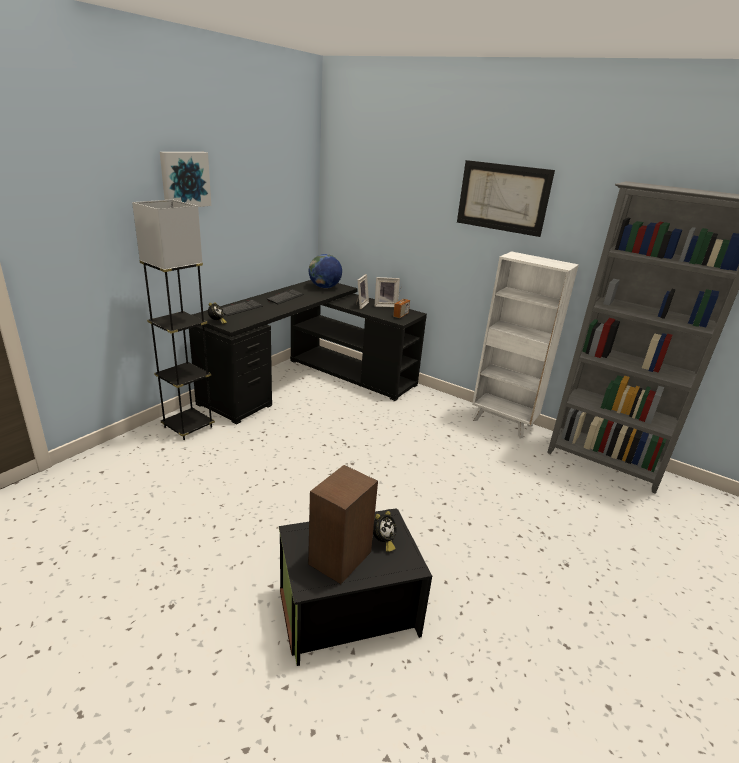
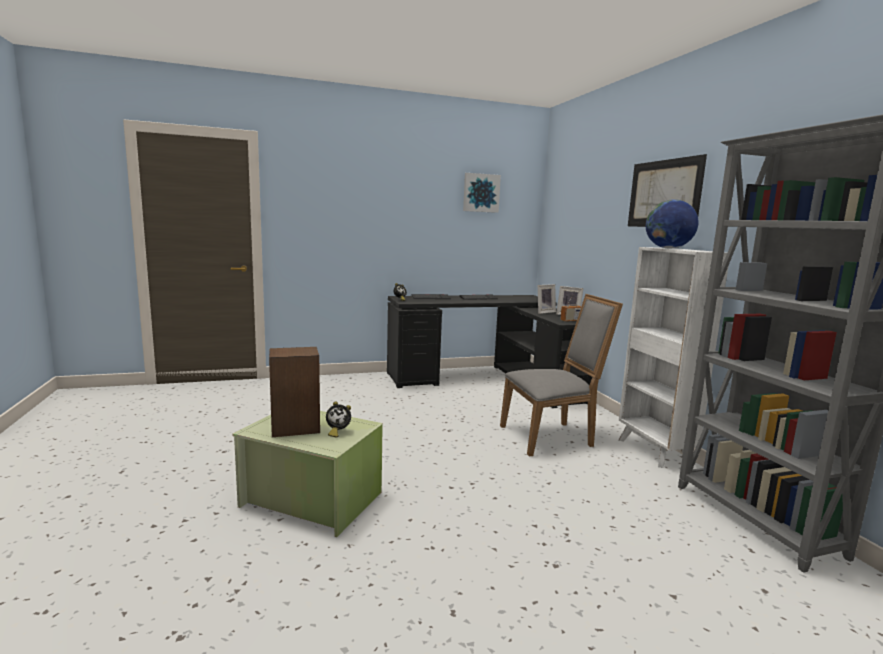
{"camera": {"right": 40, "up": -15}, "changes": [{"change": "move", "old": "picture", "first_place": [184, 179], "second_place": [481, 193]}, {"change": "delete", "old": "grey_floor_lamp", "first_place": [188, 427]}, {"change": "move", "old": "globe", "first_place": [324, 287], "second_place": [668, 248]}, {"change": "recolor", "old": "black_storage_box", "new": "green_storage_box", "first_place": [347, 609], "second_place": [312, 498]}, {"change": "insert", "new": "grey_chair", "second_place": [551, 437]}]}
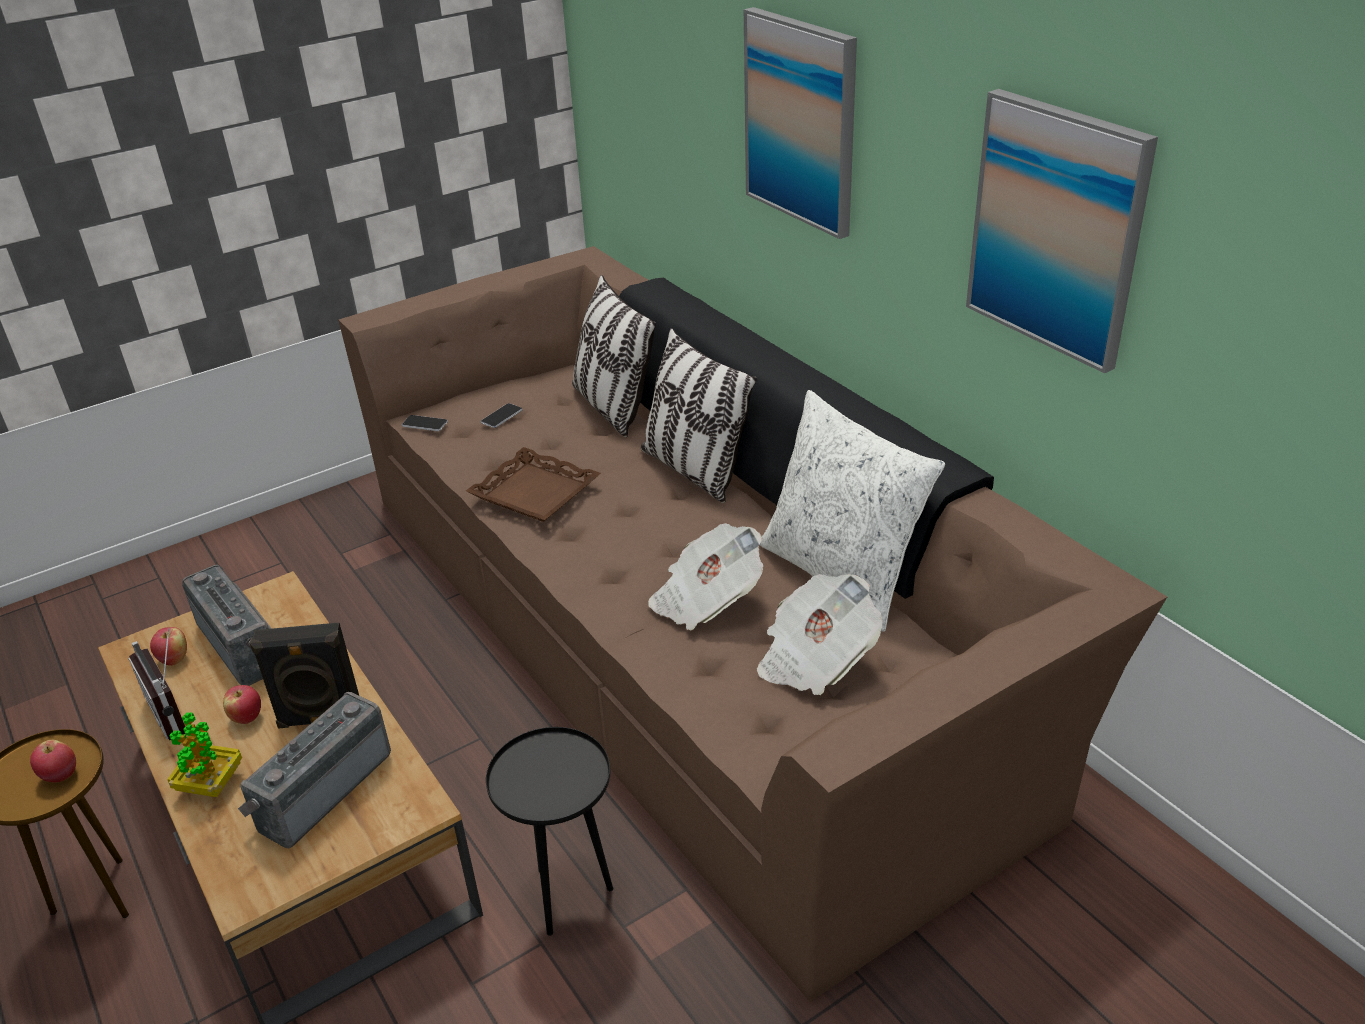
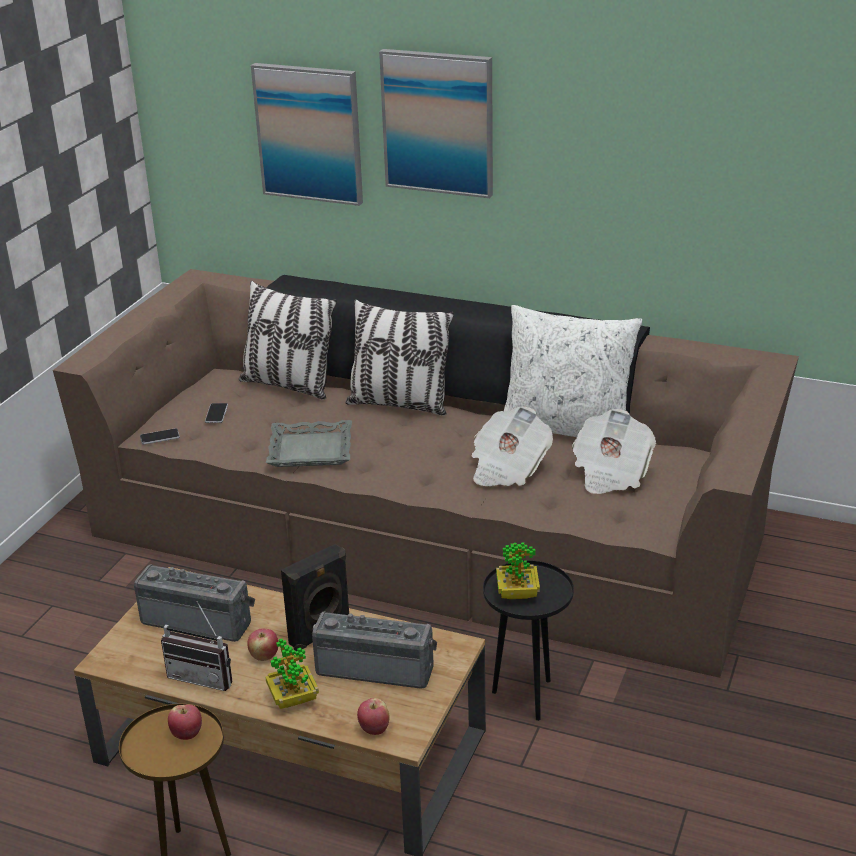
{"camera": {"right": -35, "up": -5}, "changes": [{"change": "move", "old": "picture", "first_place": [1057, 229], "second_place": [309, 133]}, {"change": "recolor", "old": "brown_tray", "new": "grey_tray", "first_place": [534, 493], "second_place": [310, 451]}, {"change": "move", "old": "apple", "first_place": [174, 659], "second_place": [374, 729]}, {"change": "rotate", "old": "radio", "first_place": [321, 789], "second_place": [376, 667], "degrees": 105}, {"change": "insert", "new": "potted_plant", "second_place": [517, 593]}]}
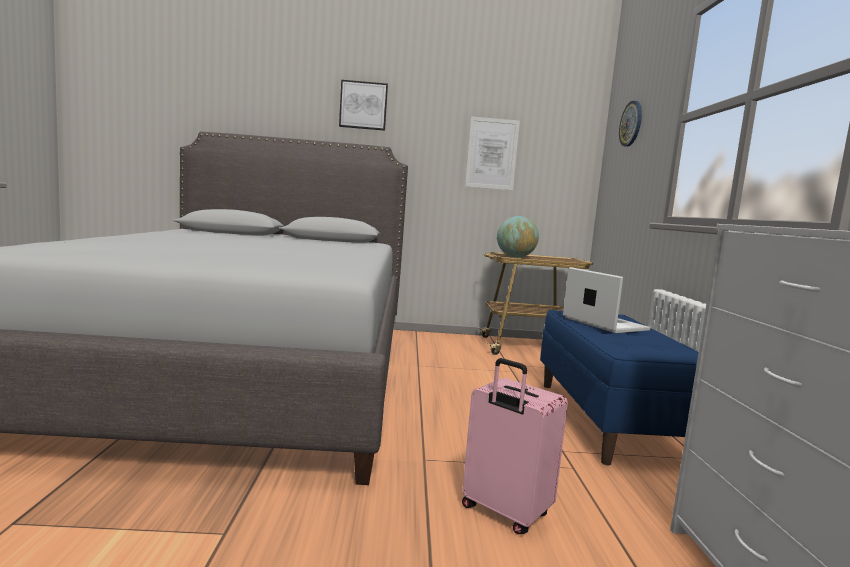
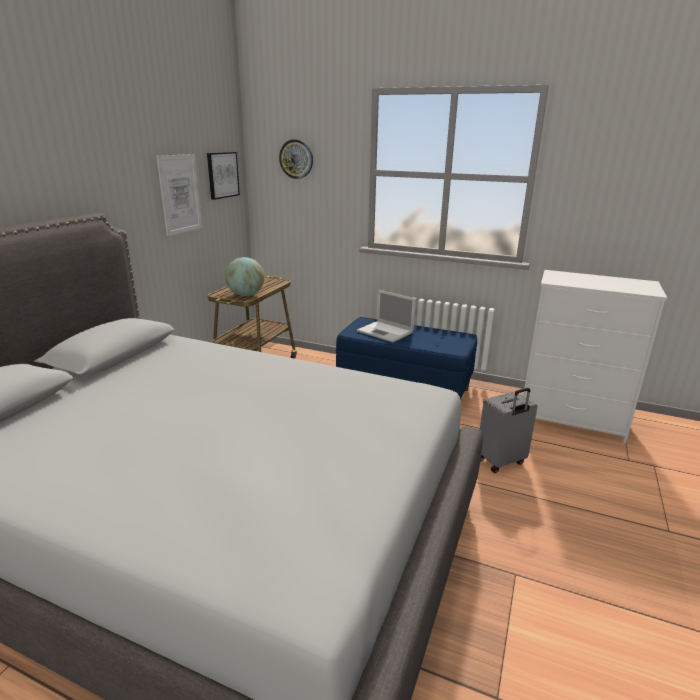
{"camera": {"right": -65, "up": 15}, "changes": [{"change": "move", "old": "picture", "first_place": [363, 105], "second_place": [222, 175]}, {"change": "rotate", "old": "laptop", "first_place": [603, 323], "second_place": [386, 332], "degrees": -135}, {"change": "recolor", "old": "pink_suitcase", "new": "grey_suitcase", "first_place": [504, 513], "second_place": [501, 462]}]}
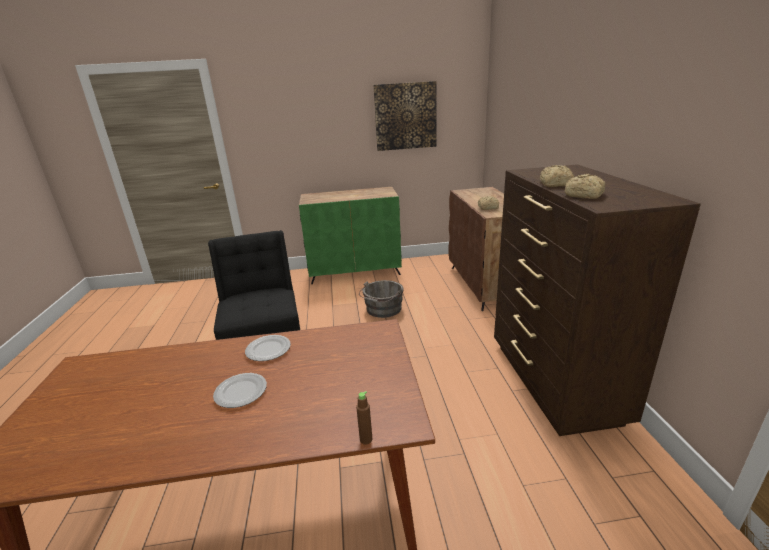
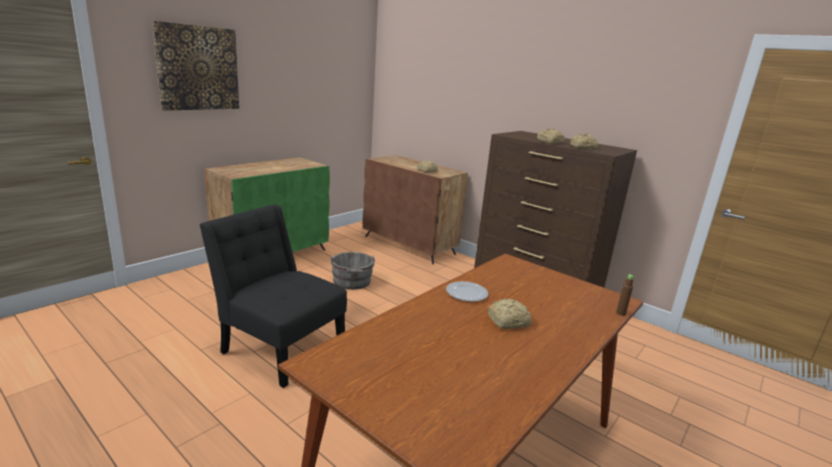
{"camera": {"right": -45, "up": -5}, "changes": [{"change": "move", "old": "picture", "first_place": [405, 116], "second_place": [198, 68]}, {"change": "replace", "old": "plate", "new": "bread", "first_place": [241, 392], "second_place": [509, 321]}]}
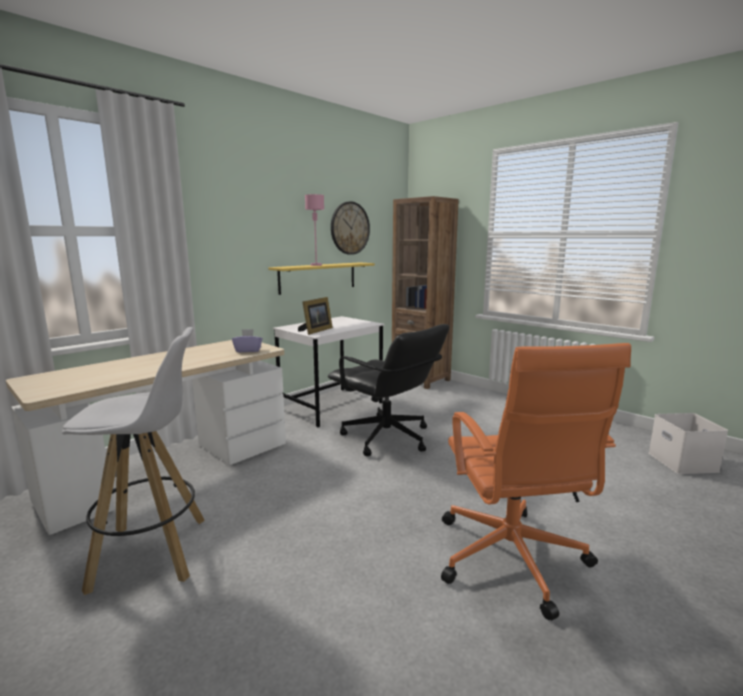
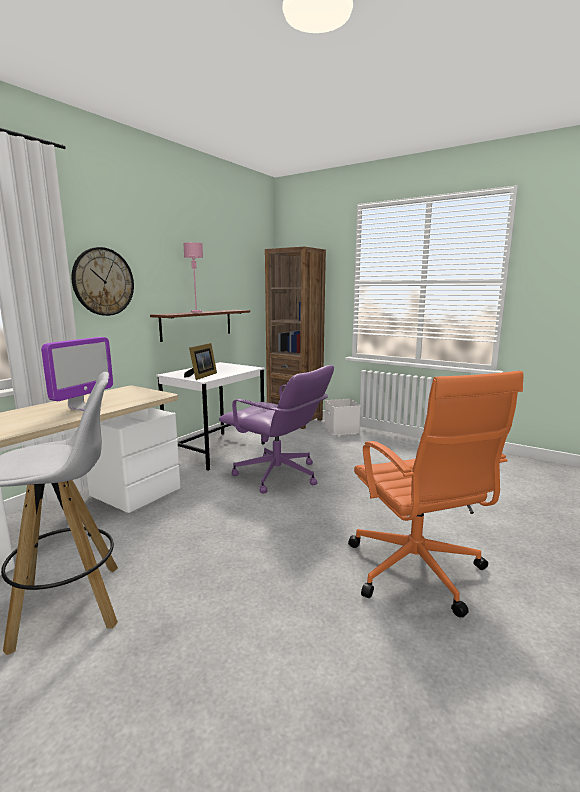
{"camera": {"right": -10, "up": 0}, "changes": [{"change": "move", "old": "wall_clock", "first_place": [350, 228], "second_place": [103, 282]}, {"change": "recolor", "old": "yellow_shelf", "new": "brown_shelf", "first_place": [318, 277], "second_place": [197, 324]}, {"change": "recolor", "old": "black_office_chair", "new": "purple_office_chair", "first_place": [387, 438], "second_place": [278, 476]}, {"change": "delete", "old": "purple_tissue_box", "first_place": [248, 350]}, {"change": "move", "old": "white_storage_box", "first_place": [684, 462], "second_place": [342, 429]}, {"change": "insert", "new": "monitor", "second_place": [83, 408]}]}
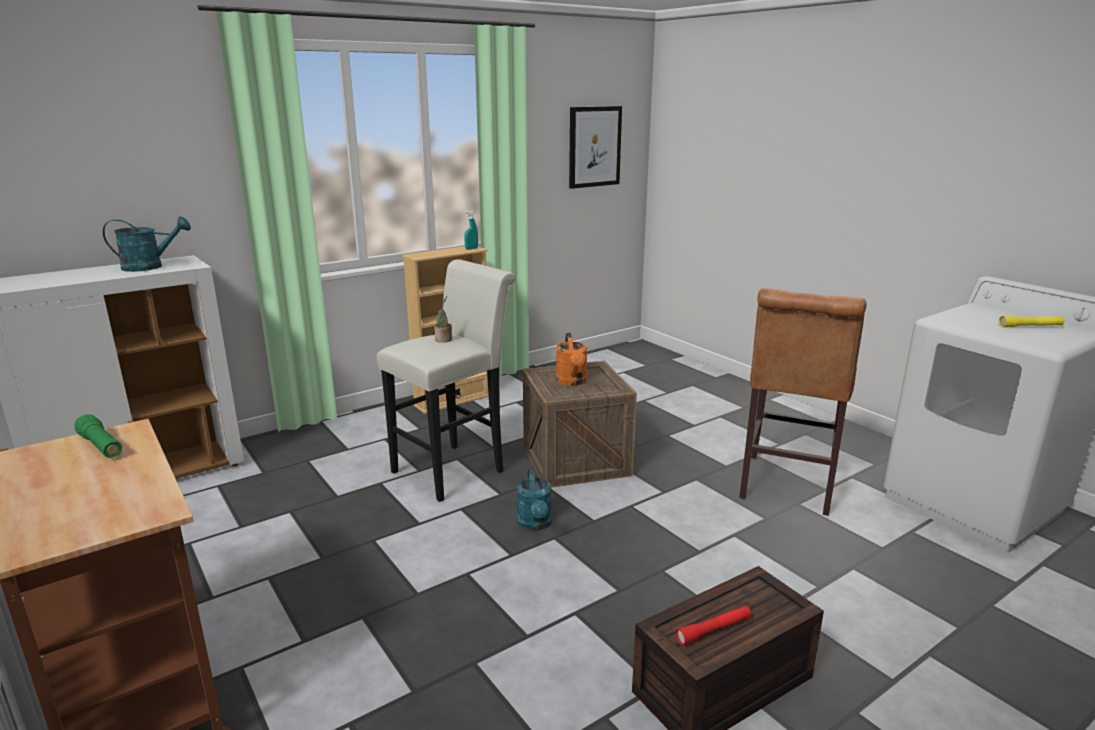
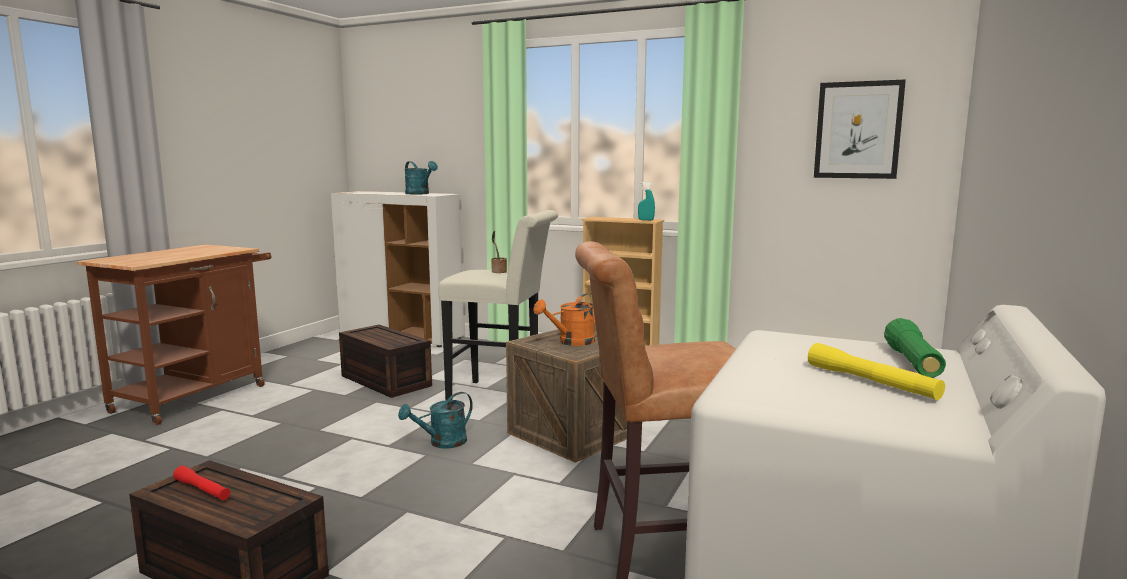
{"camera": {"right": 60, "up": -10}, "changes": [{"change": "move", "old": "green_flashlight", "first_place": [101, 446], "second_place": [912, 363]}, {"change": "insert", "new": "brown_storage_box", "second_place": [383, 381]}]}
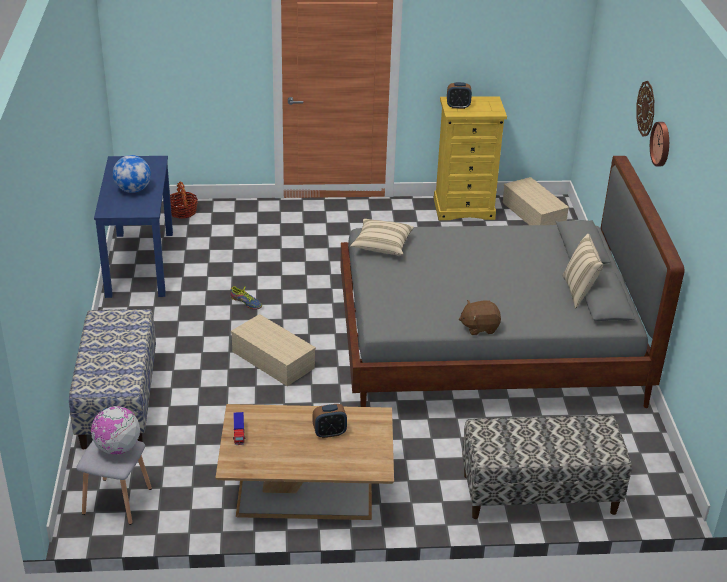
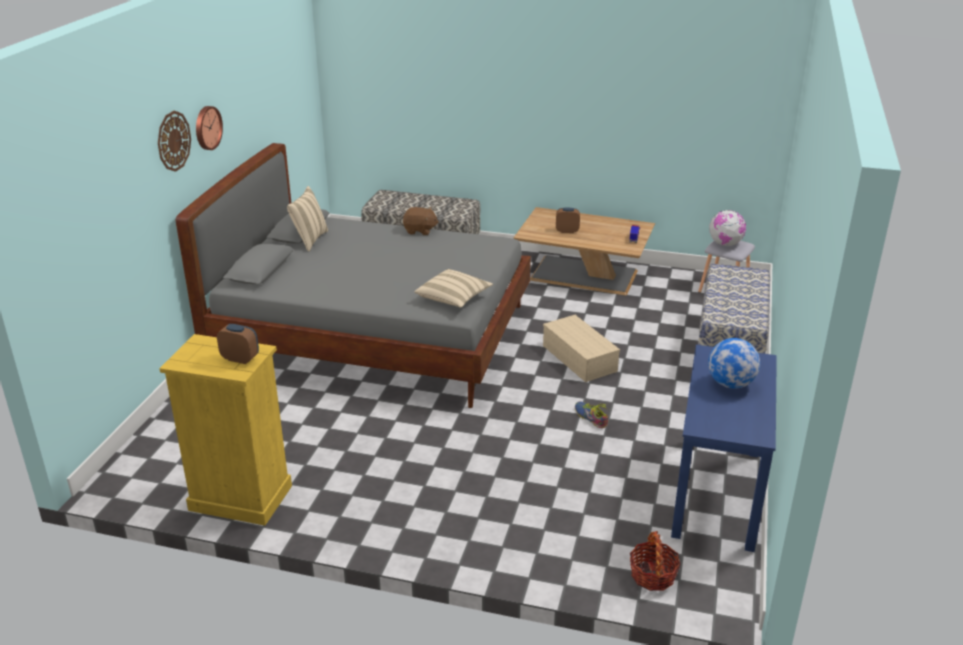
{"camera": {"right": -160, "up": -5}, "changes": [{"change": "delete", "old": "beige_storage_box", "first_place": [534, 214]}]}
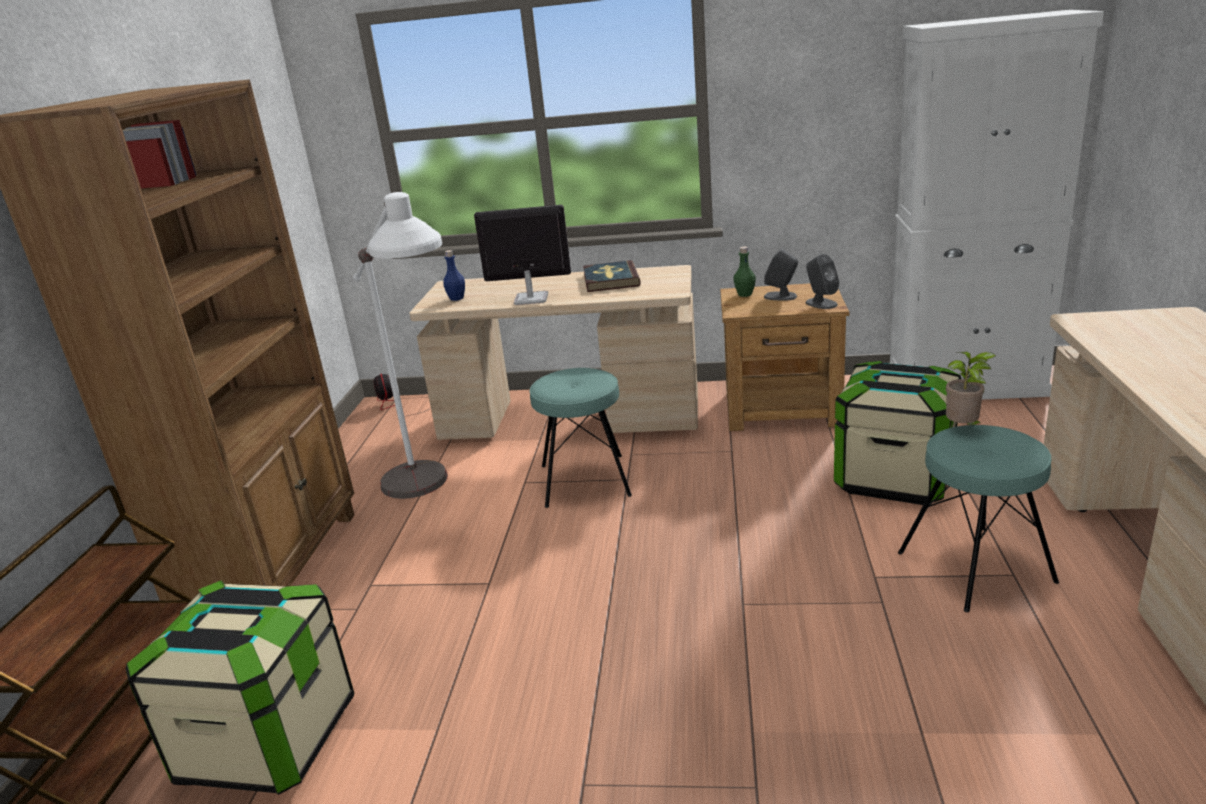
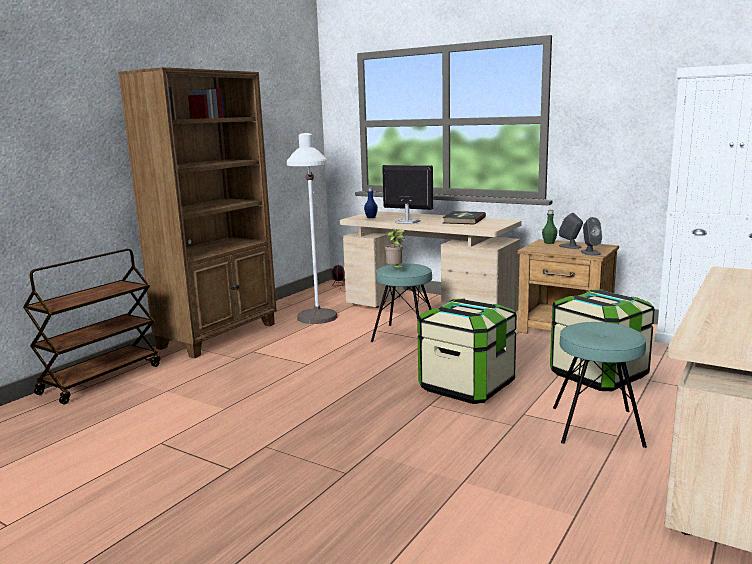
{"camera": {"right": 25, "up": -10}, "changes": [{"change": "move", "old": "potted_plant", "first_place": [964, 428], "second_place": [395, 269]}, {"change": "move", "old": "storage_box", "first_place": [268, 739], "second_place": [466, 386]}]}
